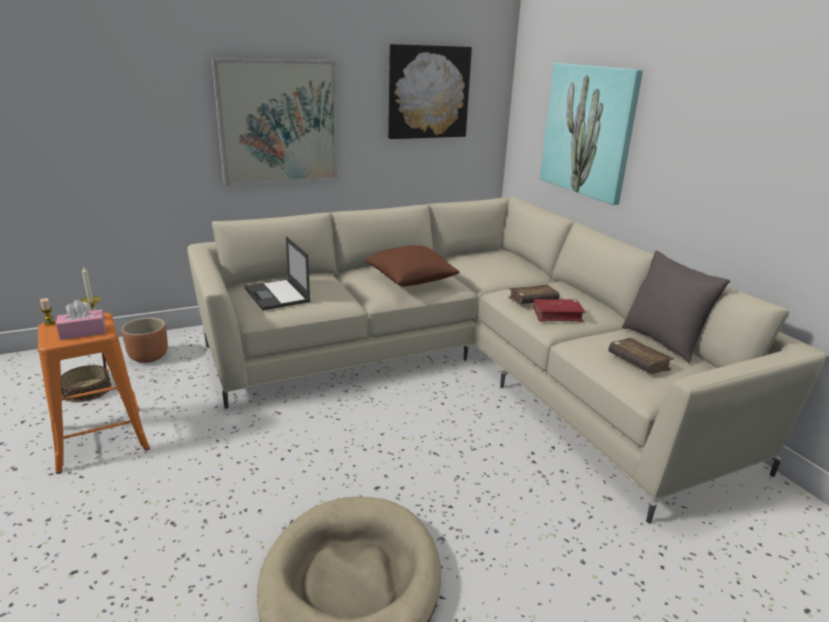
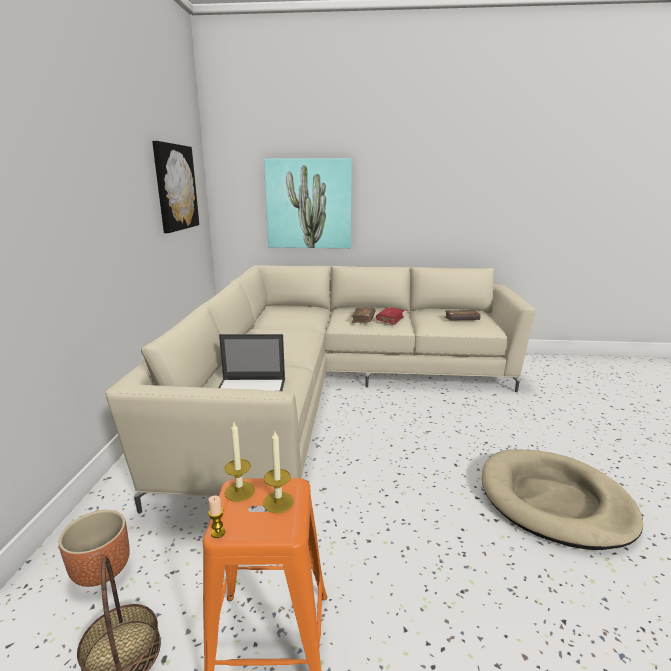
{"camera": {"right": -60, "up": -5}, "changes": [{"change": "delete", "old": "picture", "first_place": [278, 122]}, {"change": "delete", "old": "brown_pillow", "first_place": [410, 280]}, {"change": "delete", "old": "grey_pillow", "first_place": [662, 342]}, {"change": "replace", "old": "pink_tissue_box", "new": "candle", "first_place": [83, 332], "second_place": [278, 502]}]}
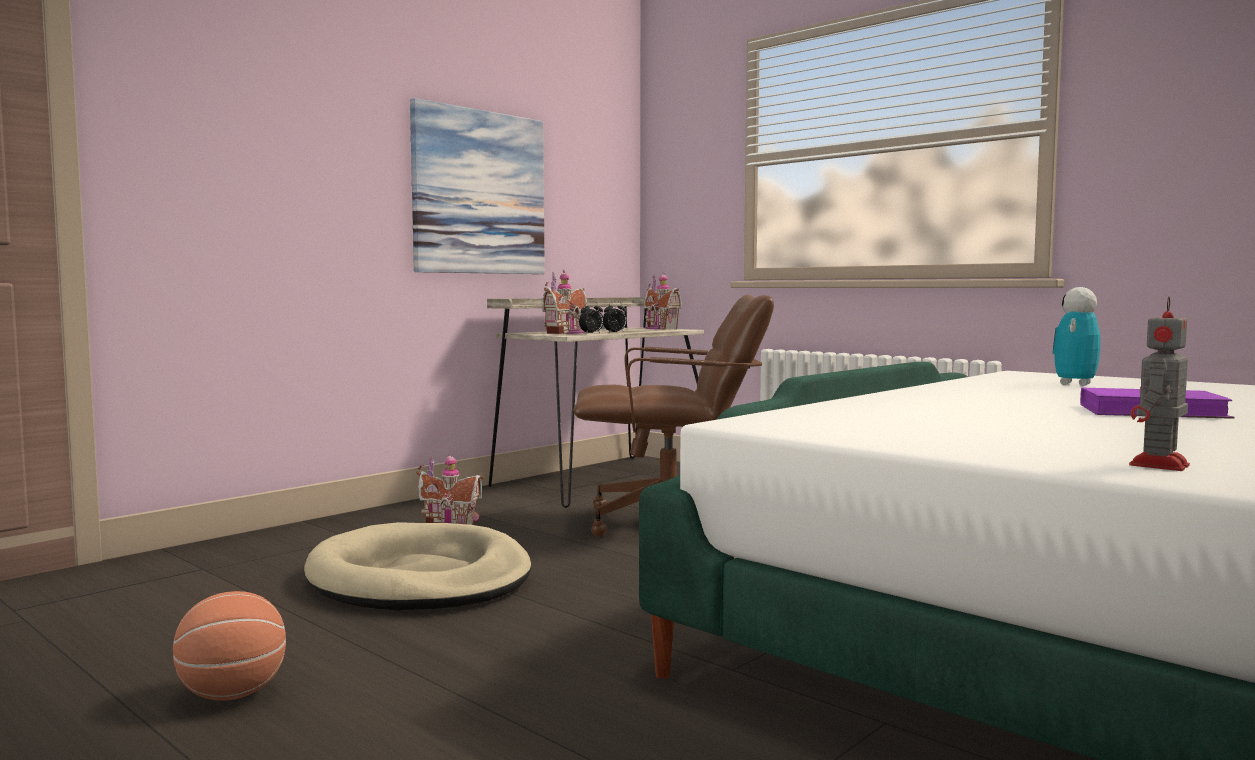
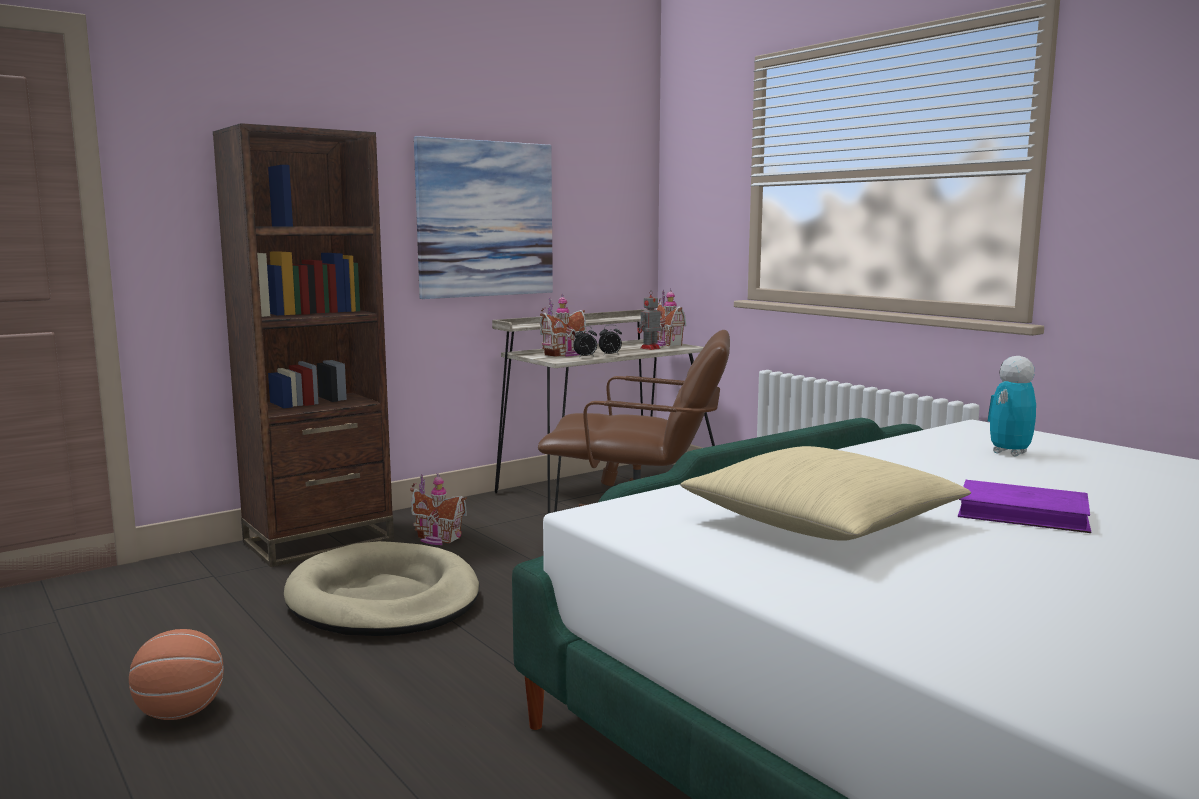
{"camera": {"right": 10, "up": 5}, "changes": [{"change": "move", "old": "toy_robot", "first_place": [1158, 465], "second_place": [649, 348]}, {"change": "insert", "new": "brown_bookcase", "second_place": [319, 541]}, {"change": "insert", "new": "beige_pillow", "second_place": [823, 523]}]}
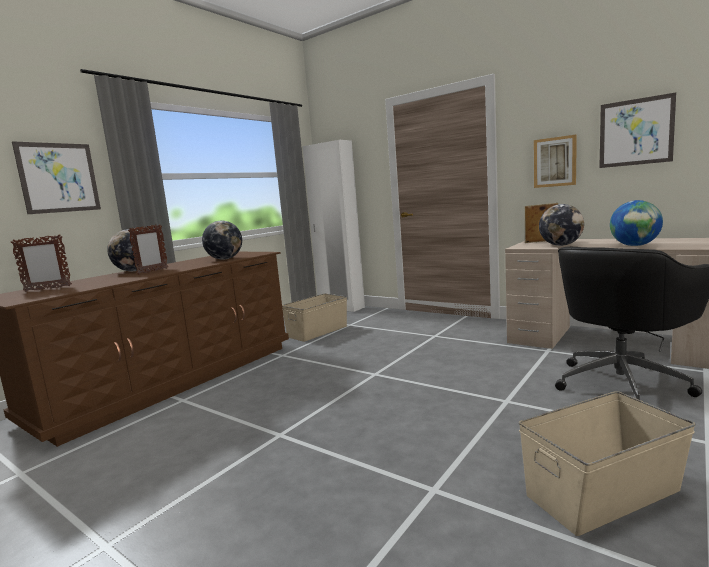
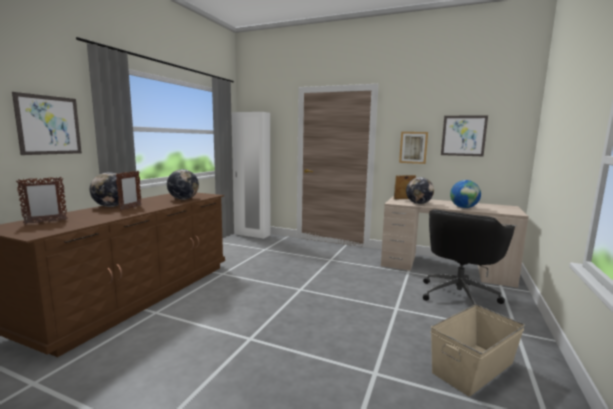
{"camera": {"right": -15, "up": 0}, "changes": [{"change": "delete", "old": "beige_storage_box", "first_place": [318, 331]}]}
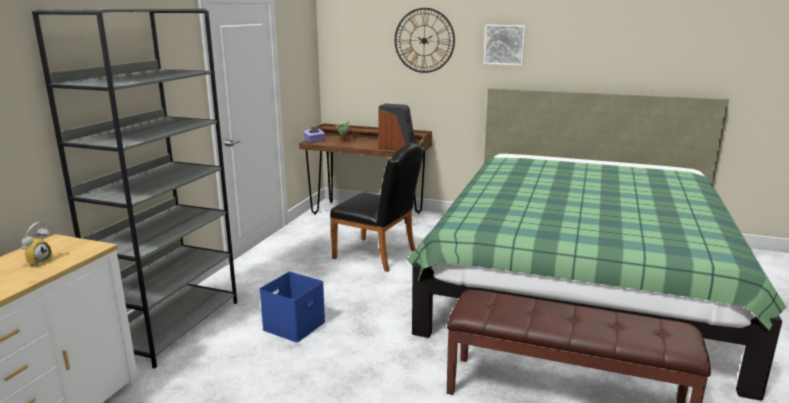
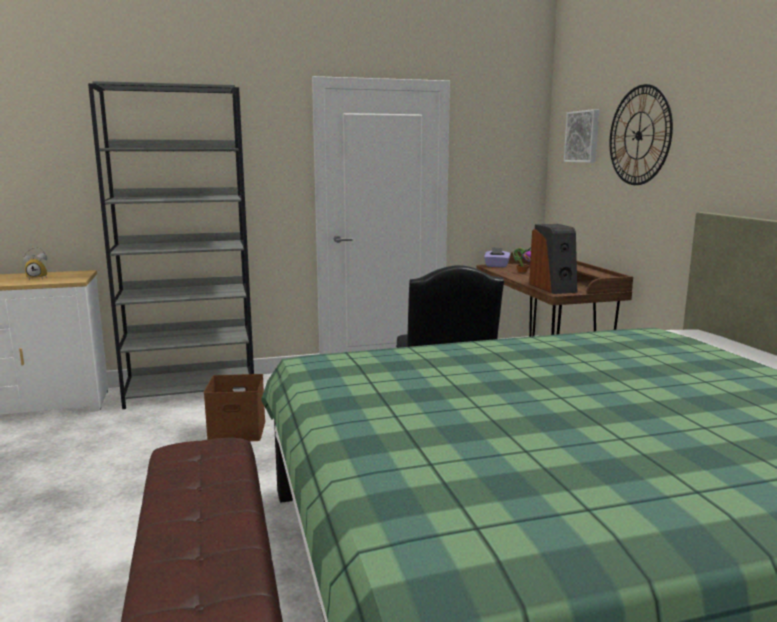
{"camera": {"right": 55, "up": -5}, "changes": [{"change": "move", "old": "picture", "first_place": [504, 44], "second_place": [583, 136]}, {"change": "recolor", "old": "blue_storage_box", "new": "brown_storage_box", "first_place": [294, 325], "second_place": [238, 430]}]}
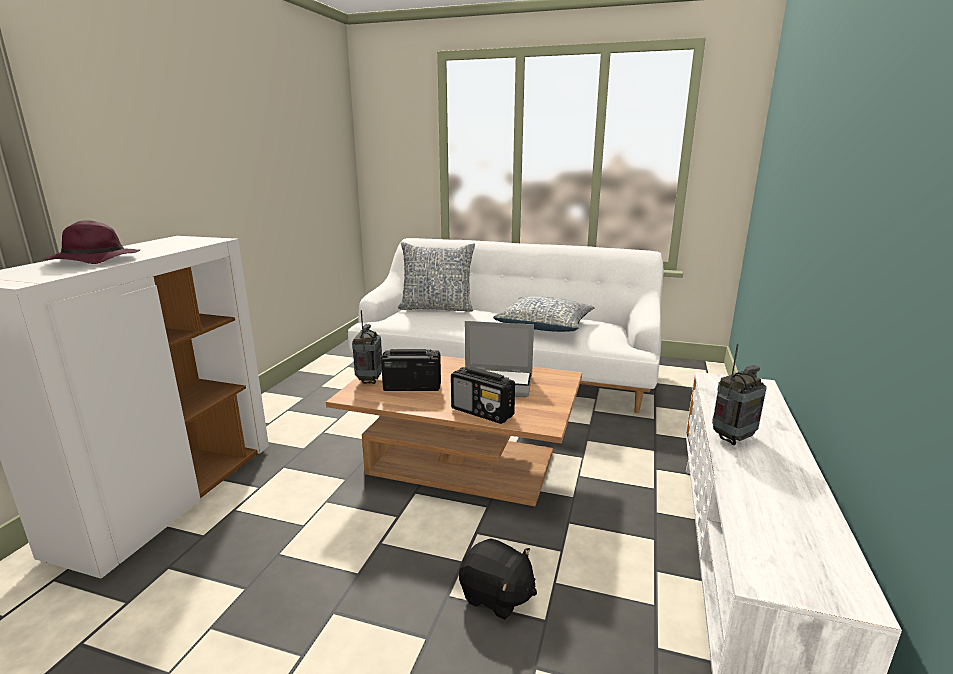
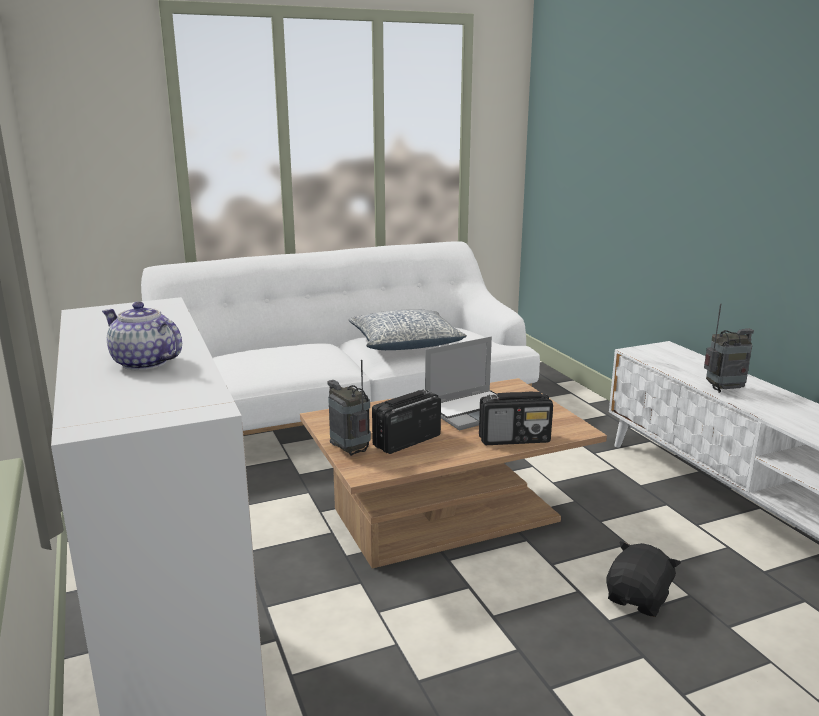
{"camera": {"right": -40, "up": 0}, "changes": [{"change": "replace", "old": "purple_hat", "new": "teapot", "first_place": [93, 261], "second_place": [145, 363]}, {"change": "delete", "old": "pillow", "first_place": [437, 308]}, {"change": "rotate", "old": "radio", "first_place": [732, 439], "second_place": [724, 390], "degrees": 60}, {"change": "rotate", "old": "black_plush_toy", "first_place": [496, 596], "second_place": [638, 599], "degrees": -45}]}
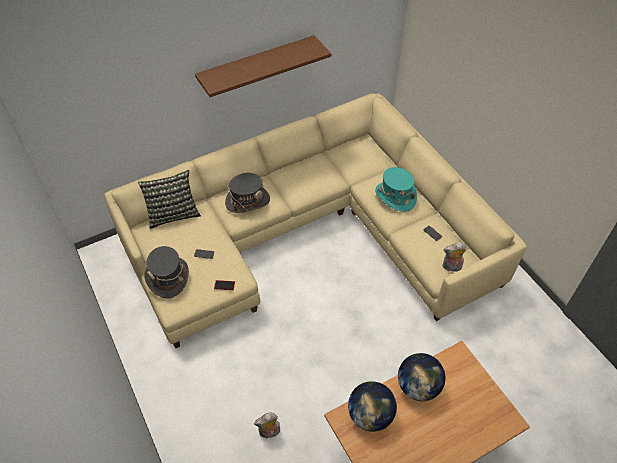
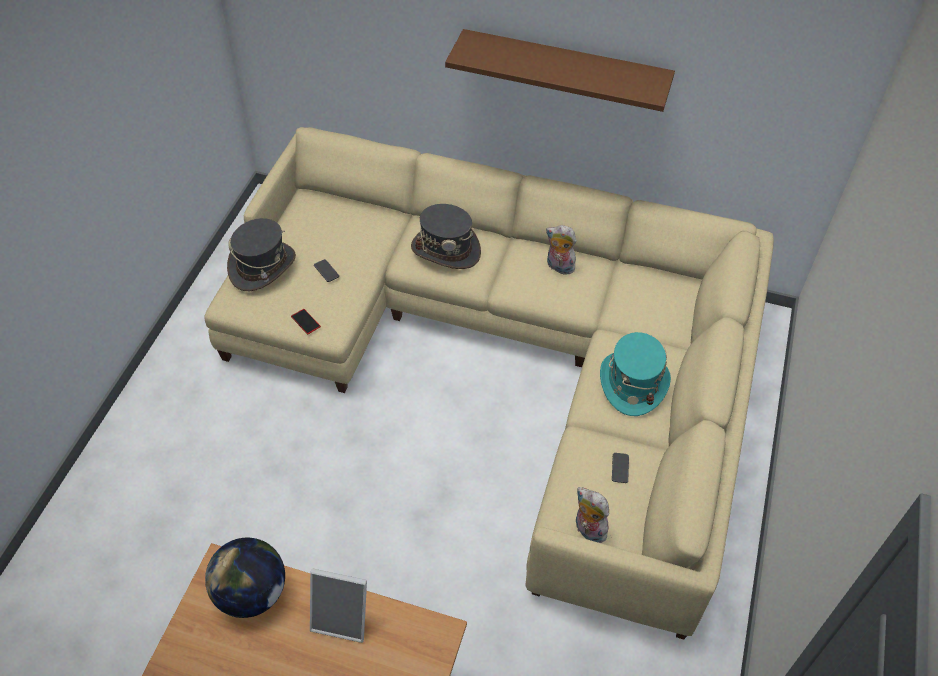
{"camera": {"right": 45, "up": 0}, "changes": [{"change": "delete", "old": "pillow", "first_place": [173, 213]}, {"change": "replace", "old": "globe", "new": "picture_frame", "first_place": [418, 386], "second_place": [342, 618]}, {"change": "move", "old": "plush_toy", "first_place": [269, 433], "second_place": [558, 267]}]}
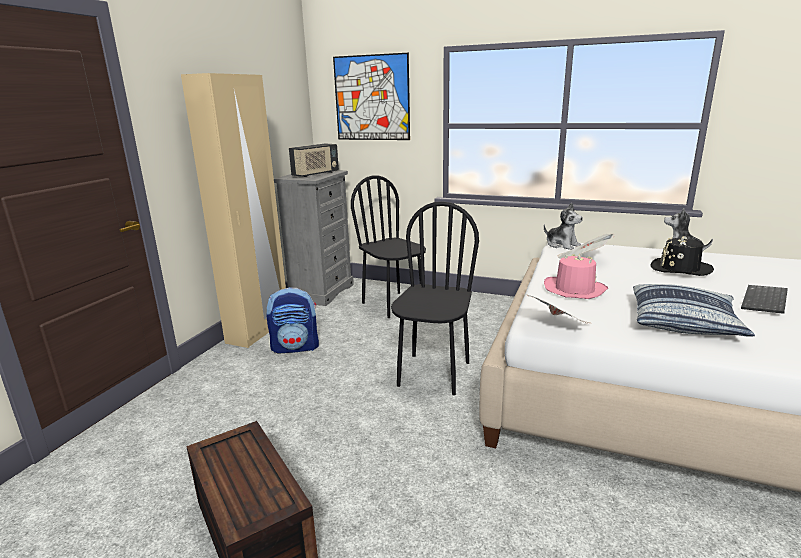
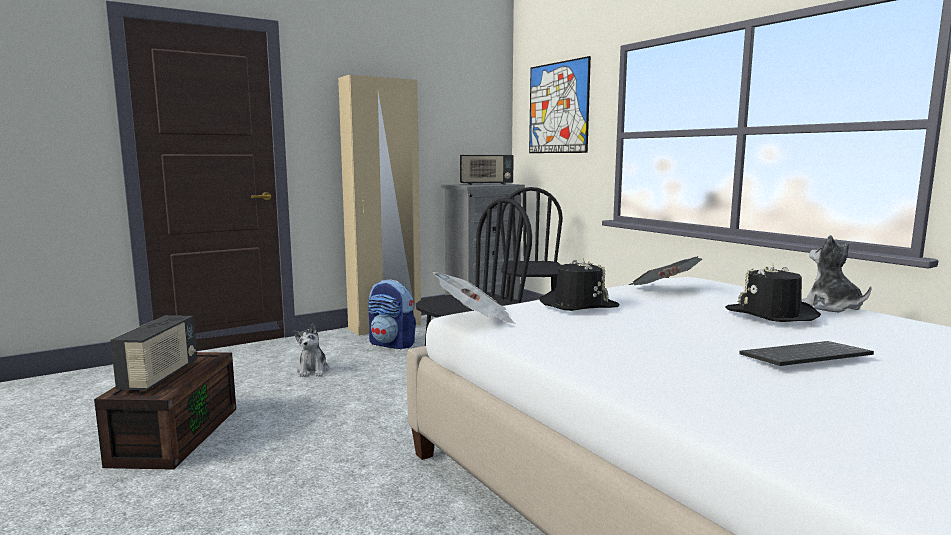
{"camera": {"right": 35, "up": -10}, "changes": [{"change": "move", "old": "plush_toy", "first_place": [562, 245], "second_place": [313, 370]}, {"change": "recolor", "old": "pink_hat", "new": "black_hat", "first_place": [574, 289], "second_place": [578, 304]}, {"change": "delete", "old": "pillow", "first_place": [684, 321]}, {"change": "insert", "new": "radio", "second_place": [160, 376]}]}
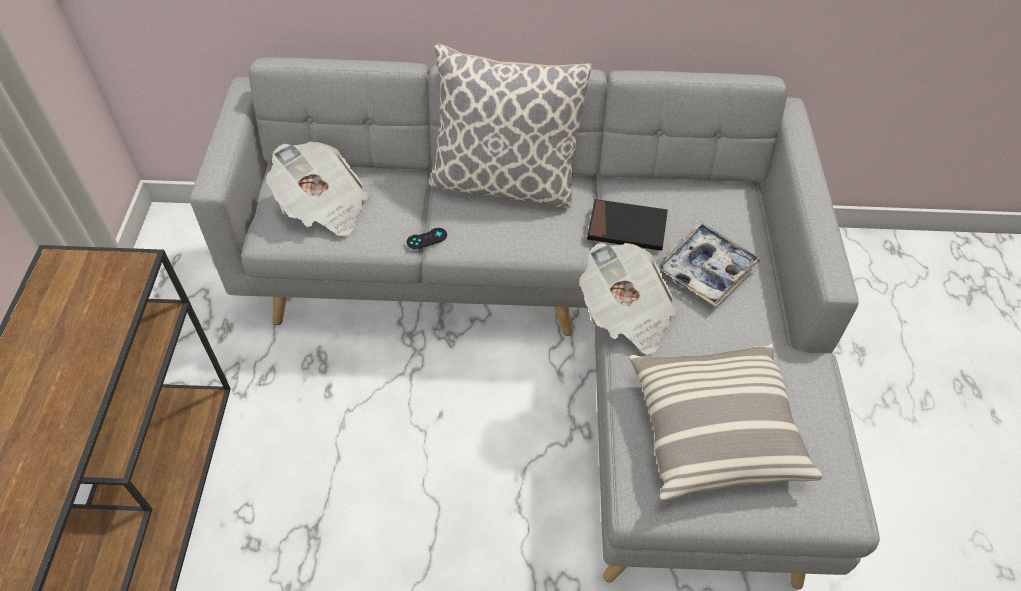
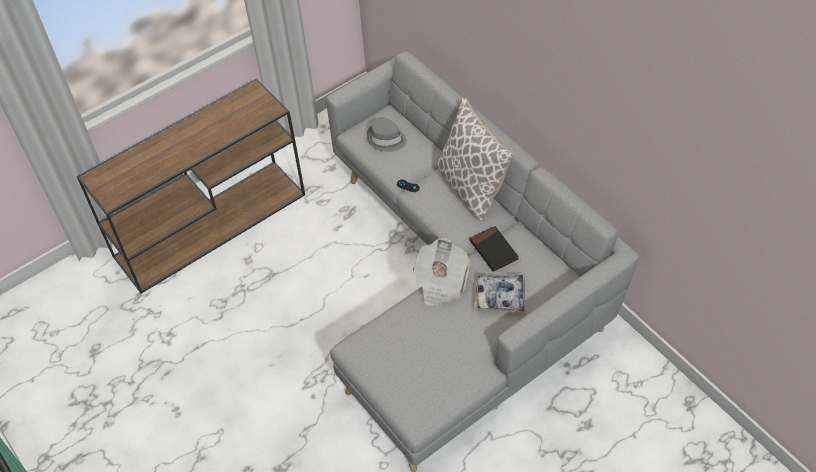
{"camera": {"right": 55, "up": 0}, "changes": [{"change": "replace", "old": "newspaper", "new": "grey_hat", "first_place": [323, 206], "second_place": [386, 139]}, {"change": "delete", "old": "pillow", "first_place": [713, 430]}]}
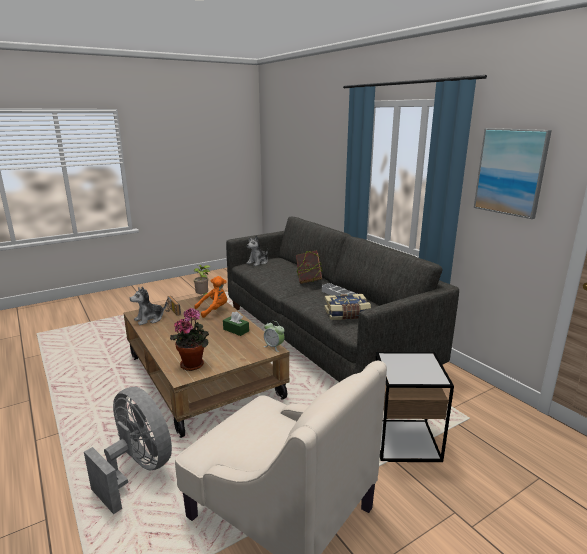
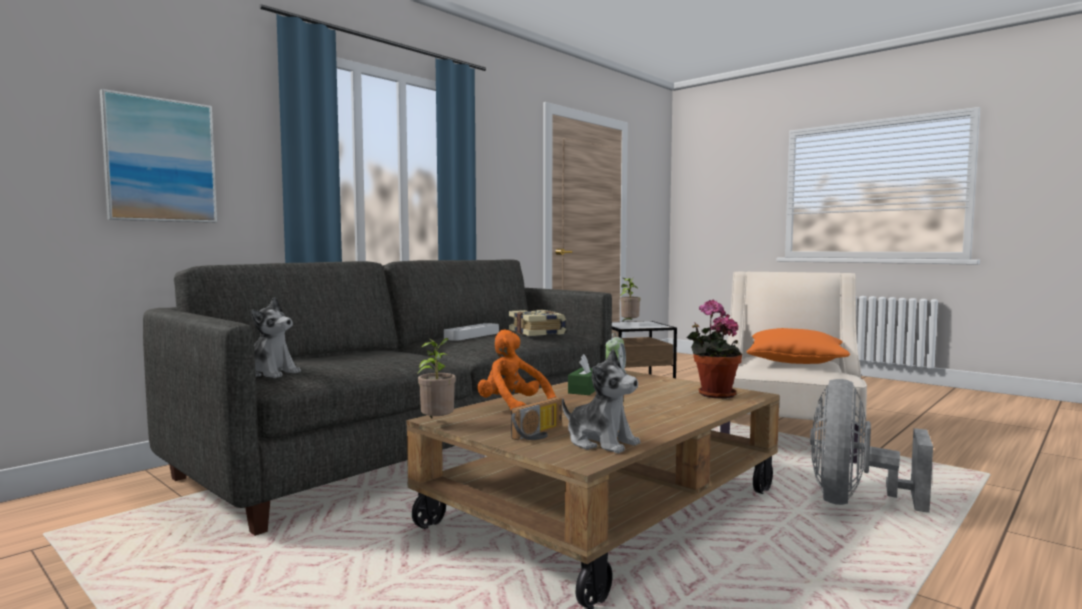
{"camera": {"right": -105, "up": -15}, "changes": [{"change": "move", "old": "picture", "first_place": [511, 172], "second_place": [160, 160]}, {"change": "delete", "old": "book", "first_place": [308, 281]}, {"change": "insert", "new": "potted_plant", "second_place": [629, 324]}, {"change": "insert", "new": "orange_pillow", "second_place": [795, 361]}]}
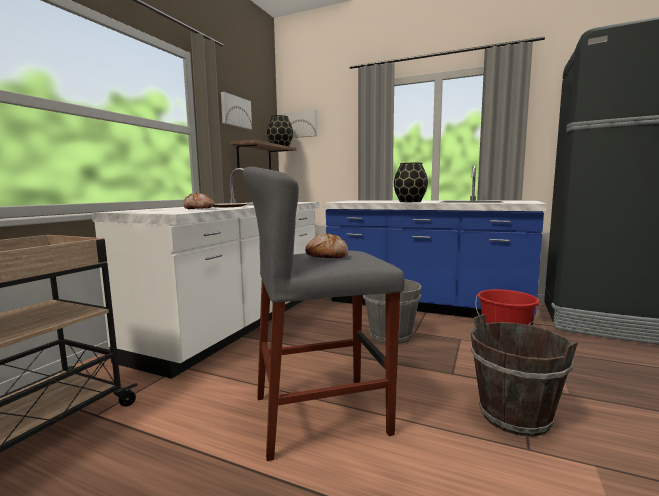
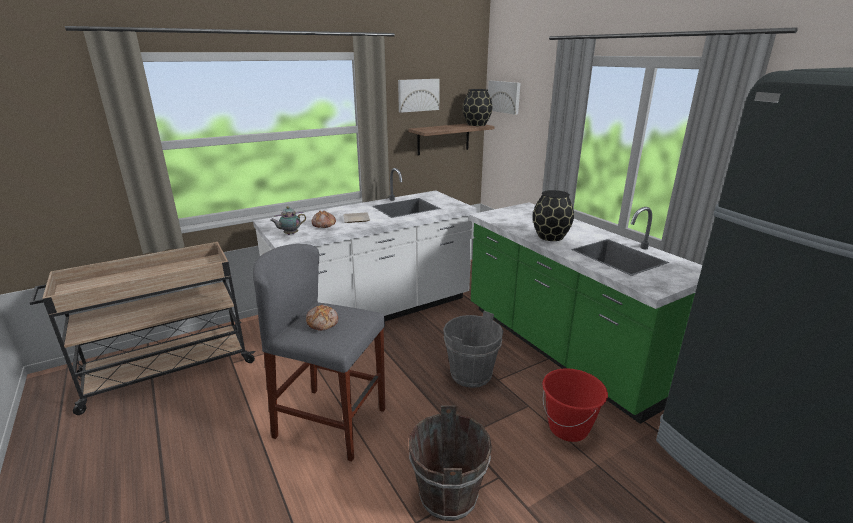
{"camera": {"right": 35, "up": 15}, "changes": [{"change": "recolor", "old": "blue_counter", "new": "green_counter", "first_place": [425, 305], "second_place": [562, 349]}, {"change": "insert", "new": "teapot", "second_place": [290, 234]}]}
